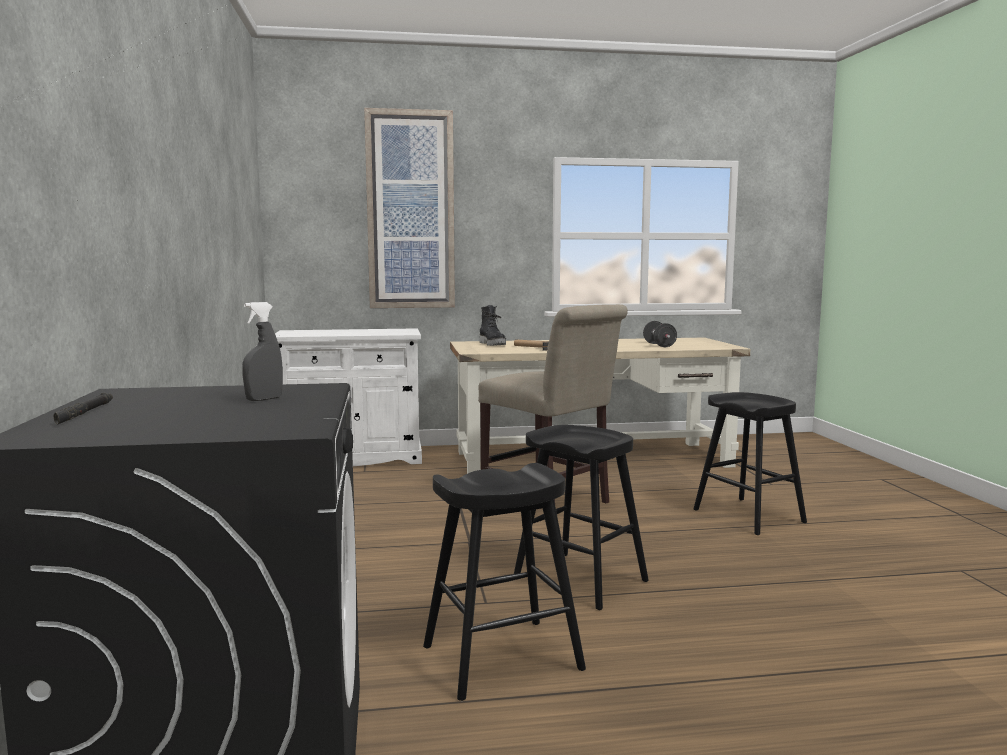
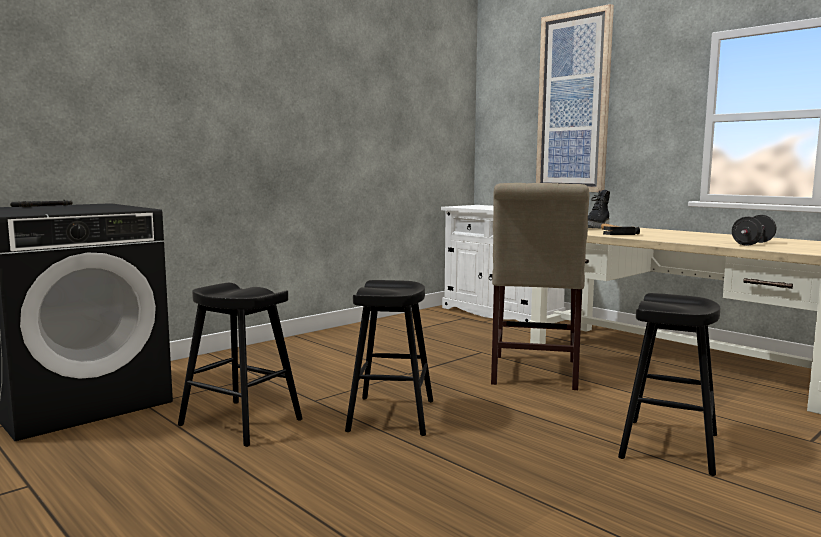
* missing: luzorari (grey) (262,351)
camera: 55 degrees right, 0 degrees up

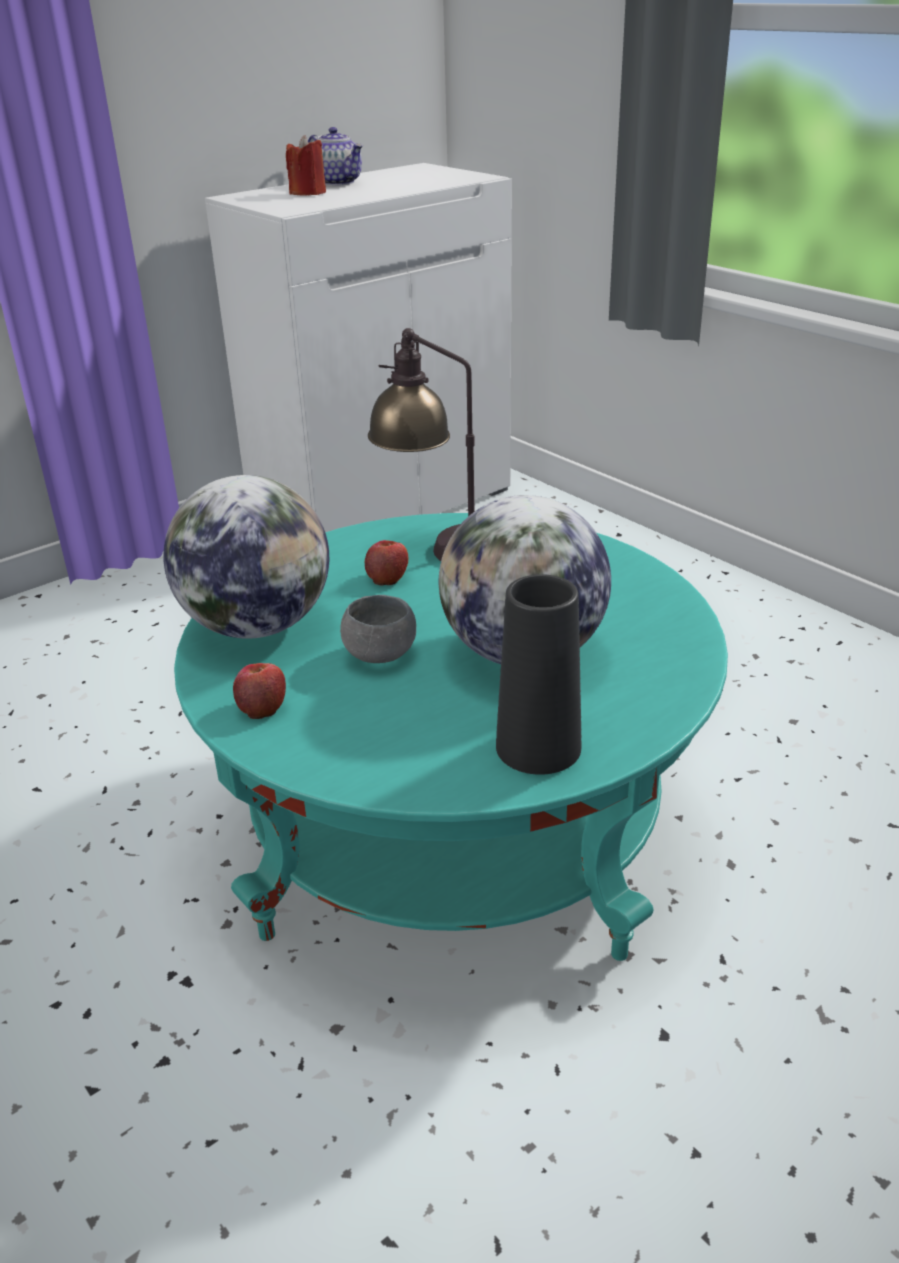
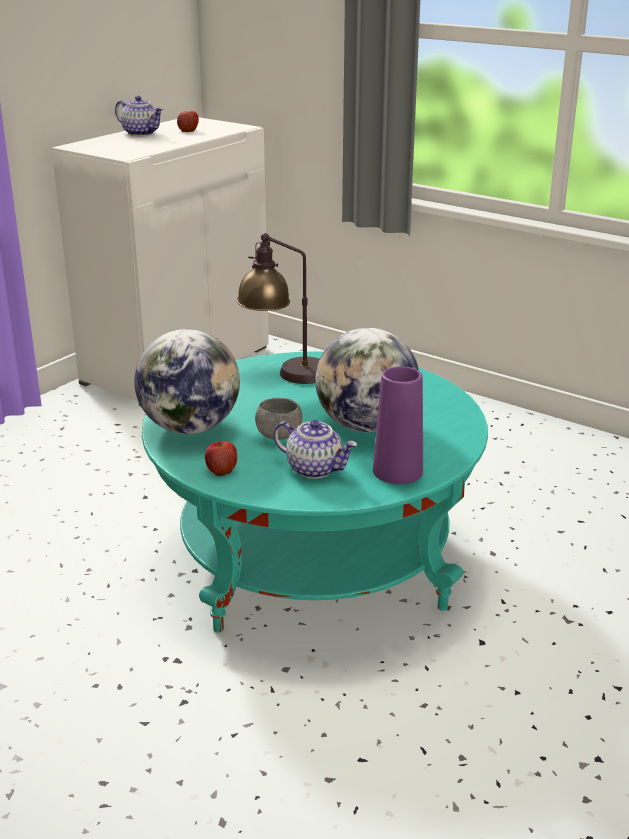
* missing: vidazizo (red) (306,165)
* relocated: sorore (386,563) to (188,121)
* colour: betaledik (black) (539,674) to betaledik (purple) (398,425)
* appeared: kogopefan (315,449)
camera: 15 degrees left, 5 degrees down

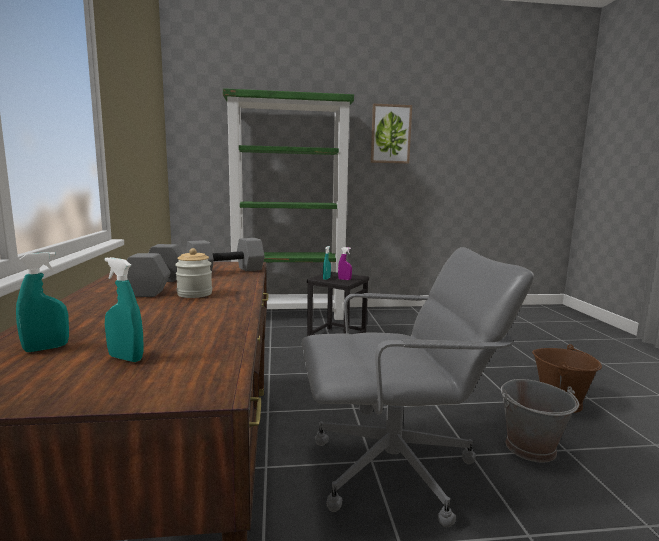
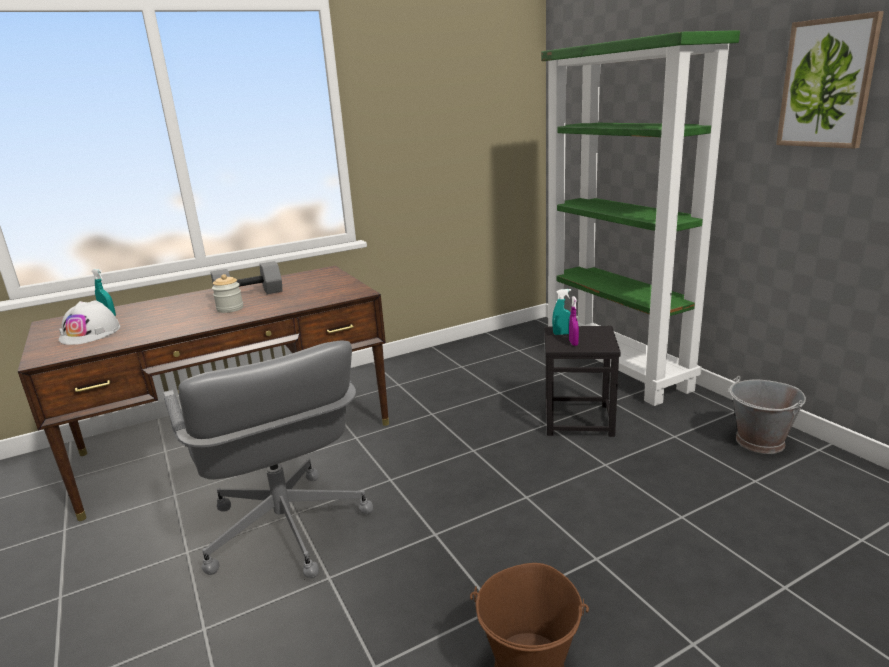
* exchanged: luzorari (turquoise) (124,309) to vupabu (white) (89,322)
* missing: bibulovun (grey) (225,256)
* relocated: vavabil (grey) (540,421) to (767,415)
camera: 70 degrees right, 10 degrees up

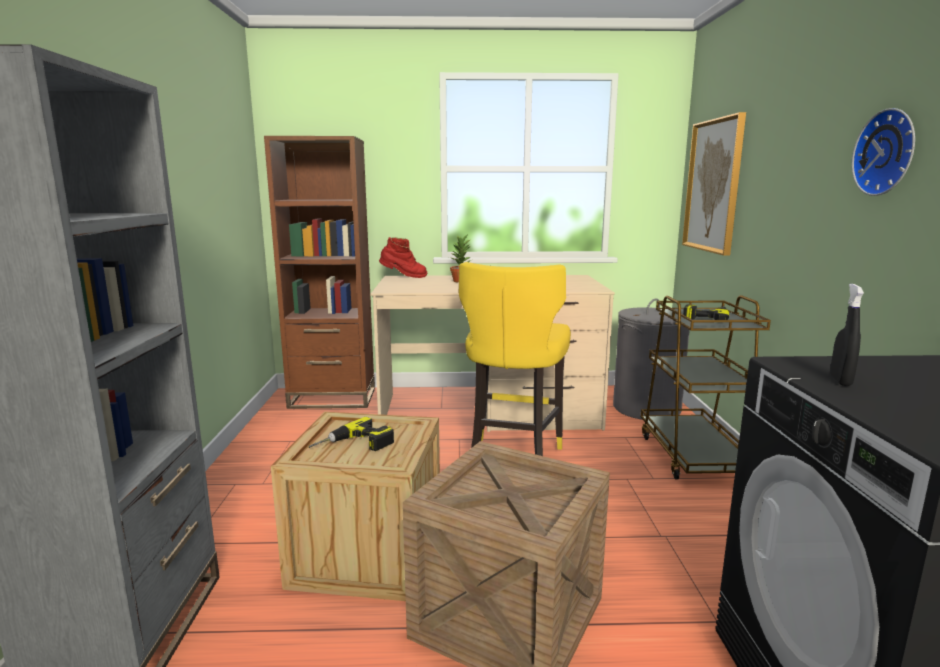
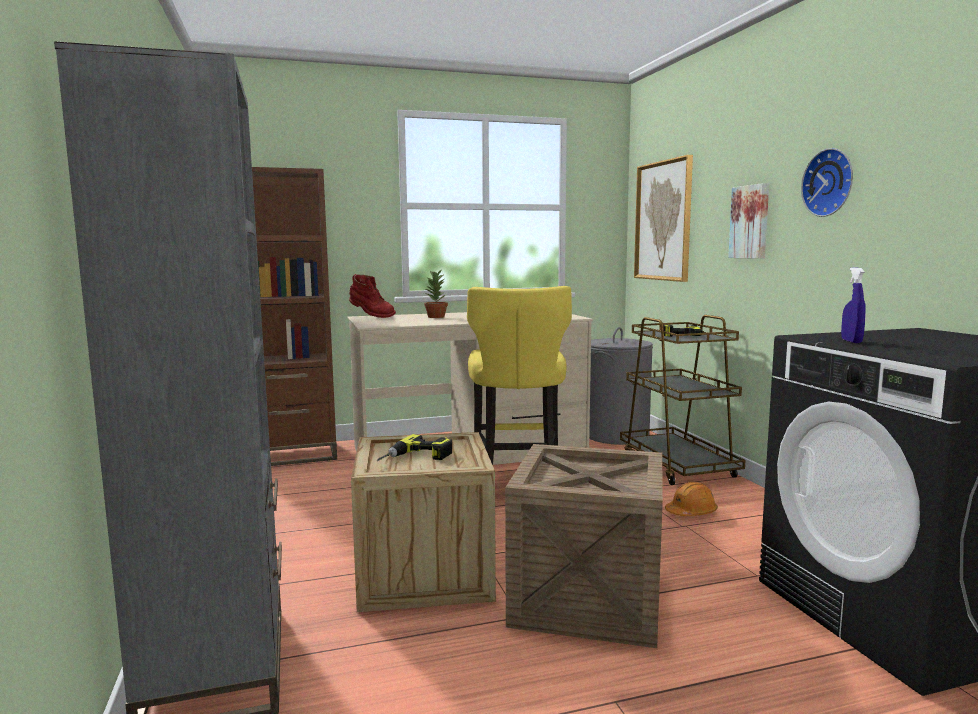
* spun: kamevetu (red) (403,257) = (372,296) 45 degrees clockwise
* colour: luzorari (black) (847,335) to luzorari (blue) (853,305)
* appeared: vupabu (orange) (691,499)
* appeared: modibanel (748,221)
camera: 15 degrees left, 5 degrees down

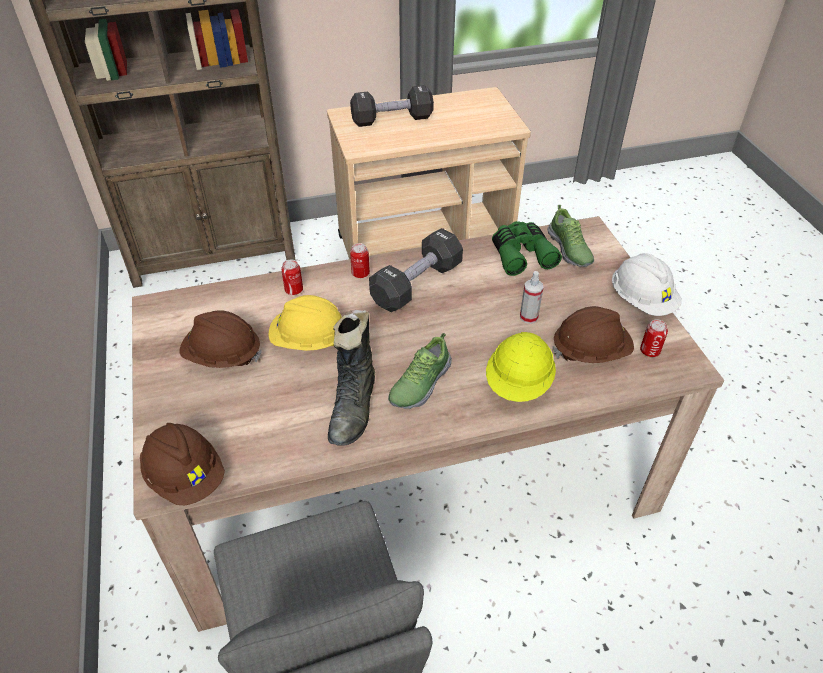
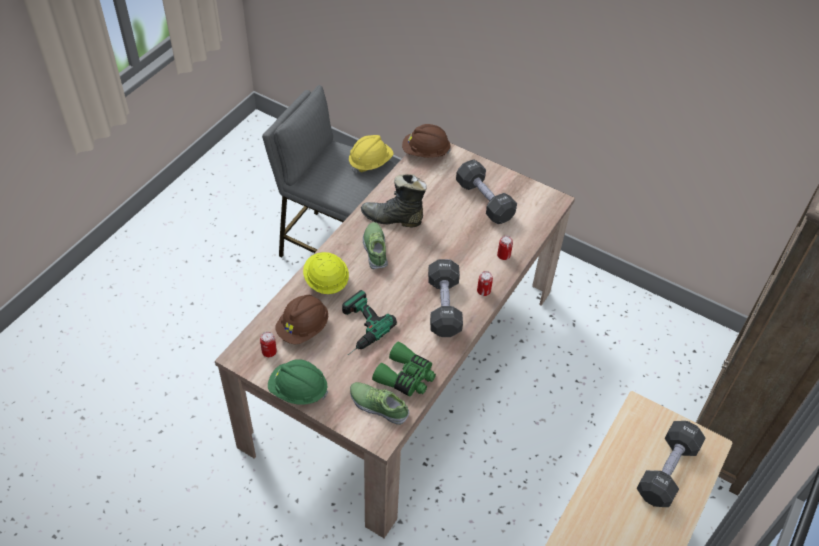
* exchanged: vupabu (brown) (220,339) to bibulovun (black) (486,191)
* relocated: vupabu (yellow) (305,323) to (371,154)
* spun: kamevetu (black) (351,377) = (394,201) 45 degrees counterclockwise
* exchanged: luzorari (532,297) to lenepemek (369,322)
* colour: vupabu (white) (647,284) to vupabu (green) (298,382)
camera: 135 degrees right, 5 degrees up

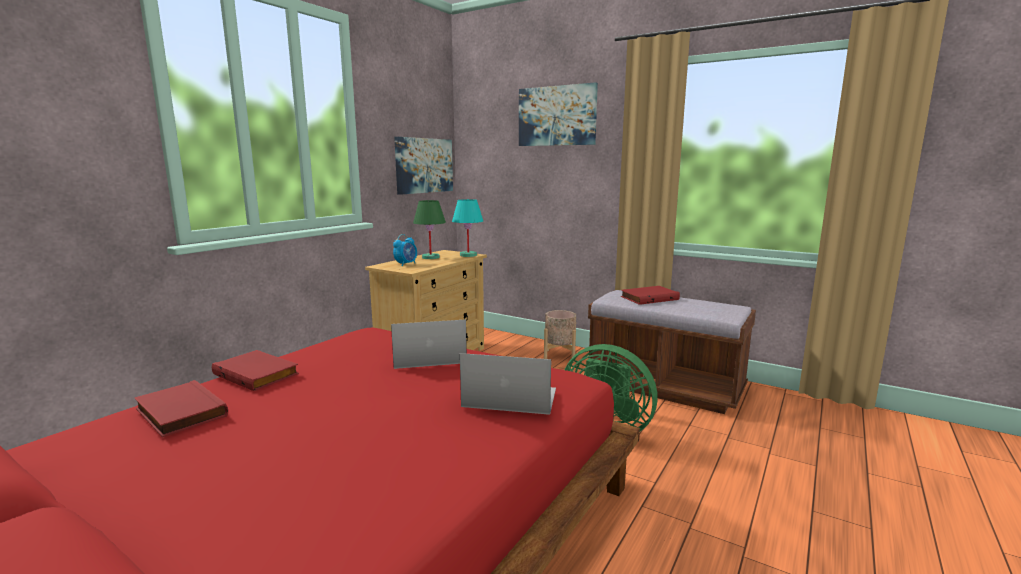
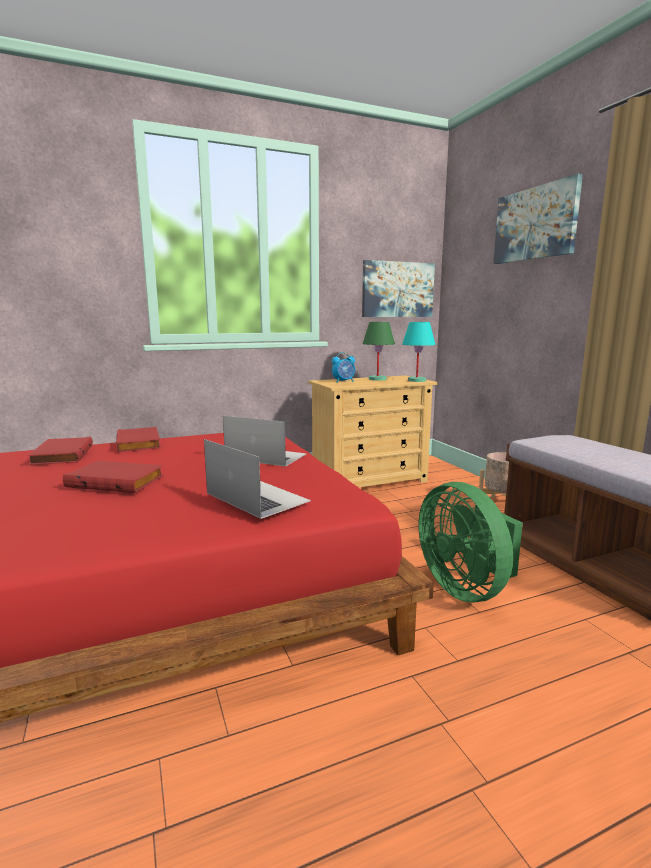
* relocated: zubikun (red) (650,295) to (113,476)
camera: 35 degrees right, 0 degrees up

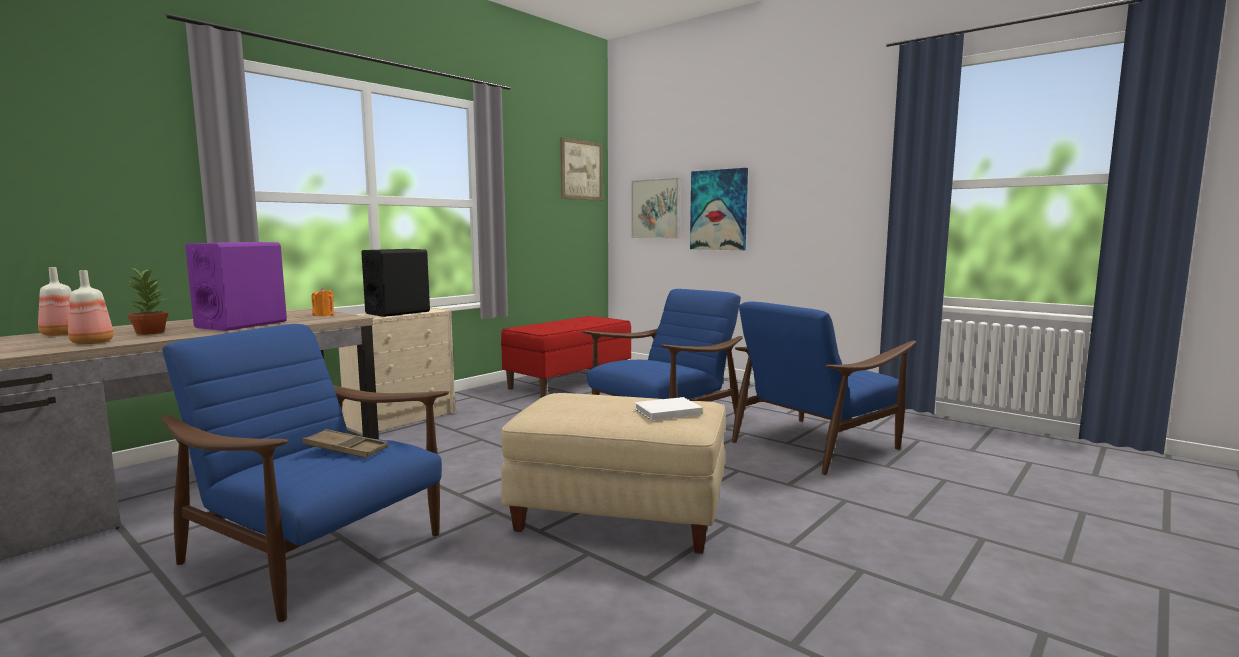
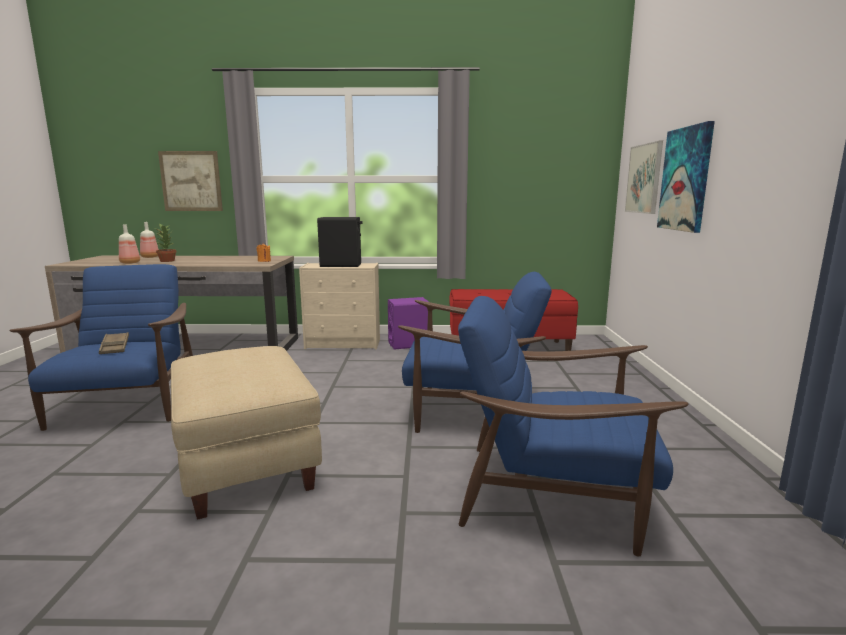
* relocated: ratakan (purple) (236,286) to (408,323)
* relocated: modibanel (581,169) to (190,181)
* missing: zubikun (white) (669,409)
camera: 50 degrees right, 5 degrees up

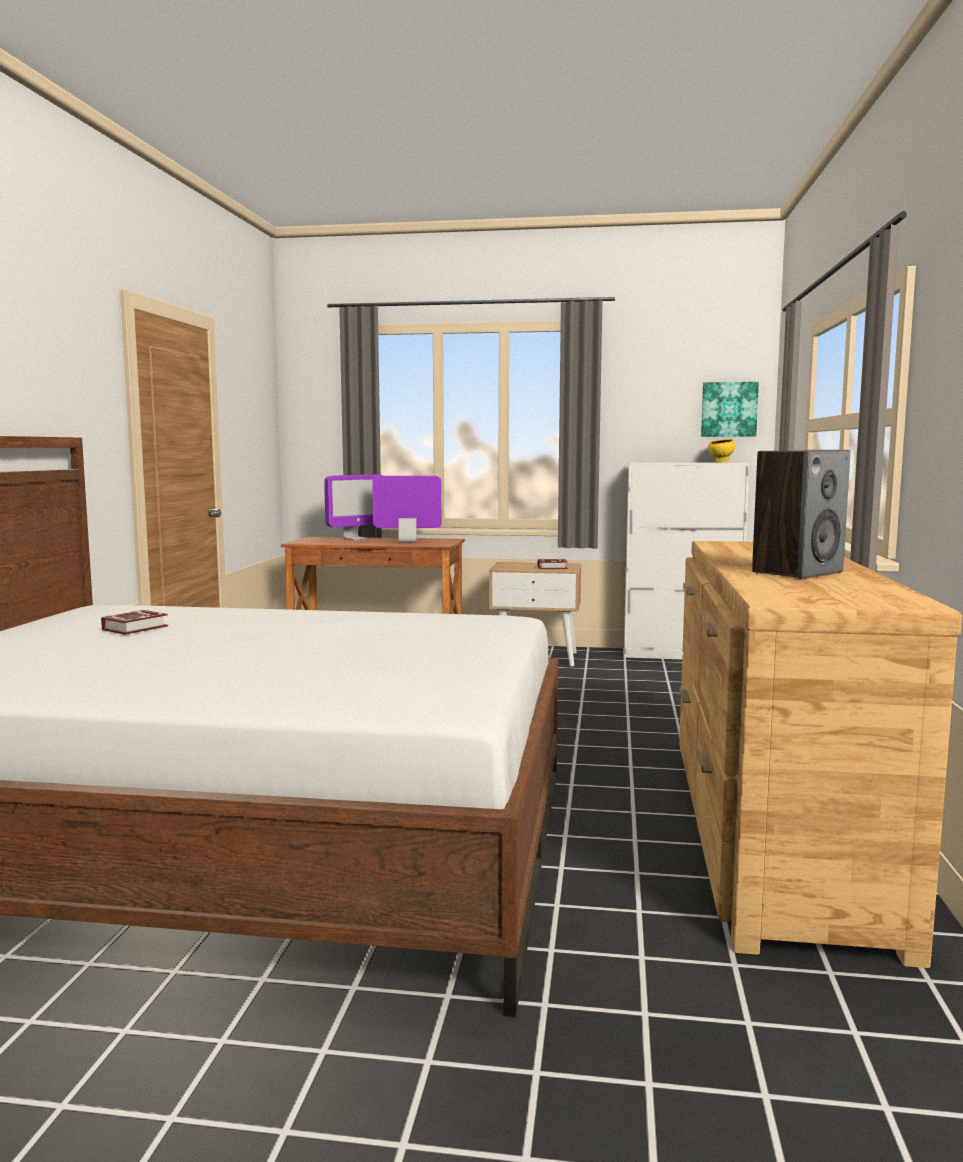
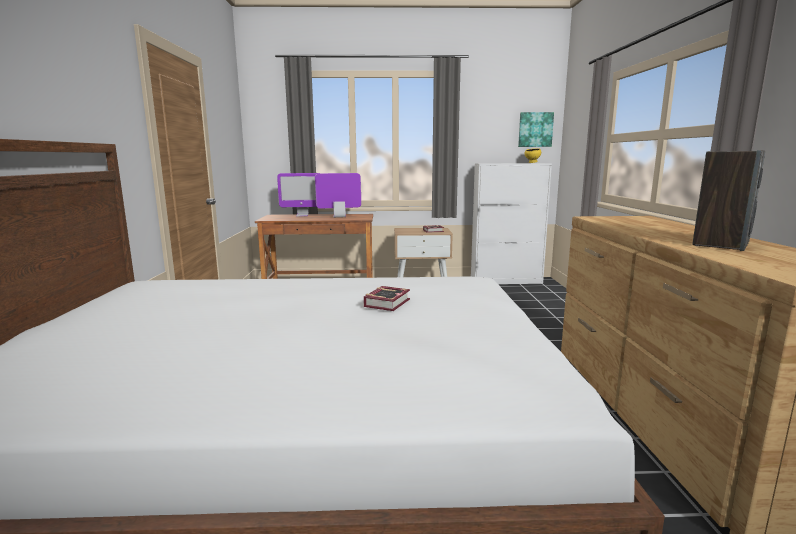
* relocated: zubikun (134,622) to (387,298)
* spun: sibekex (353,507) = (298,195) 45 degrees clockwise
camera: 10 degrees left, 5 degrees up

